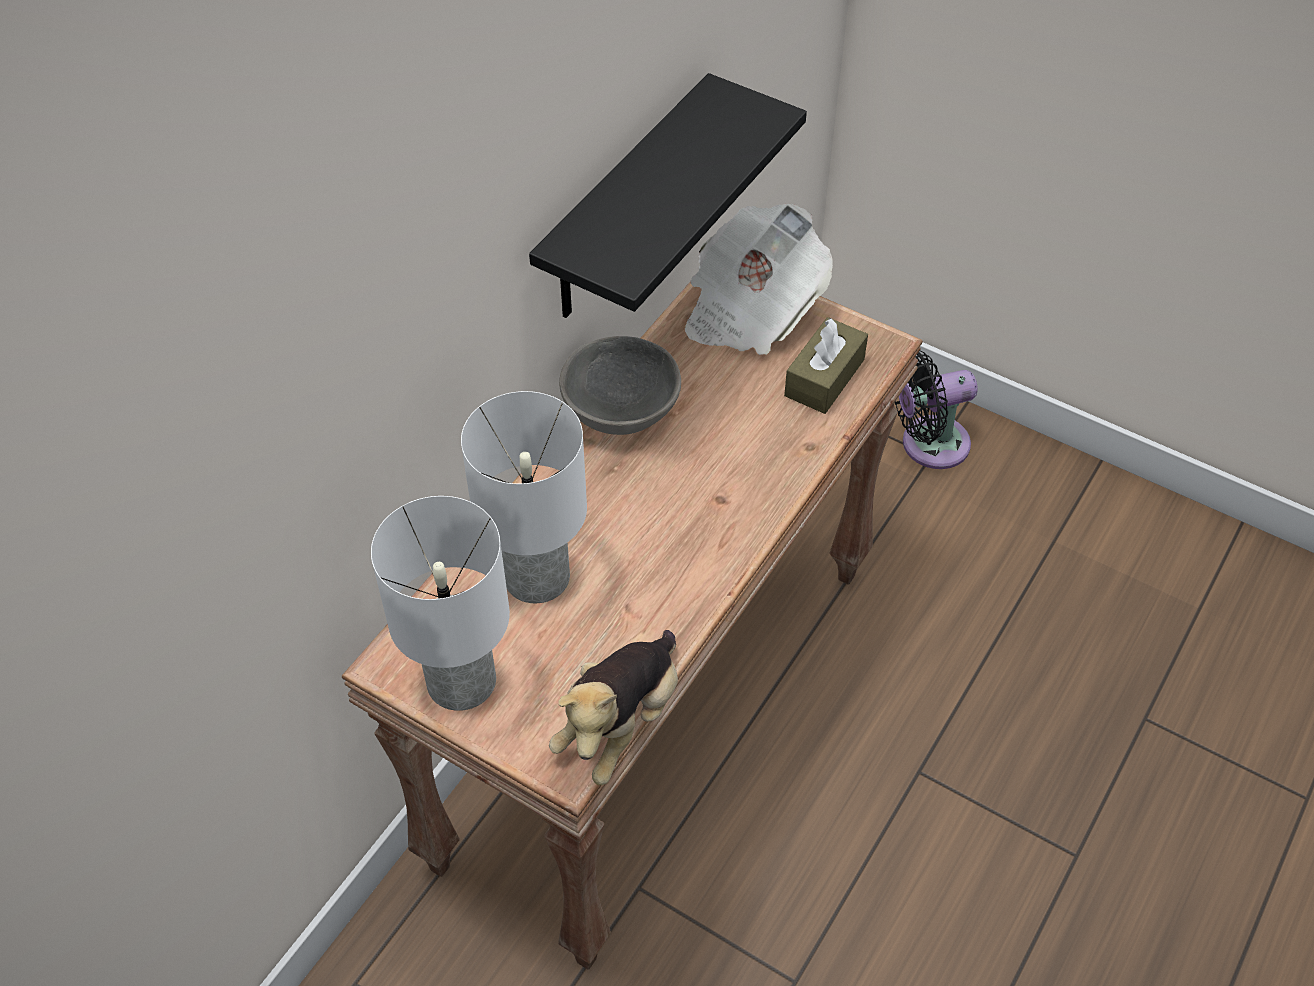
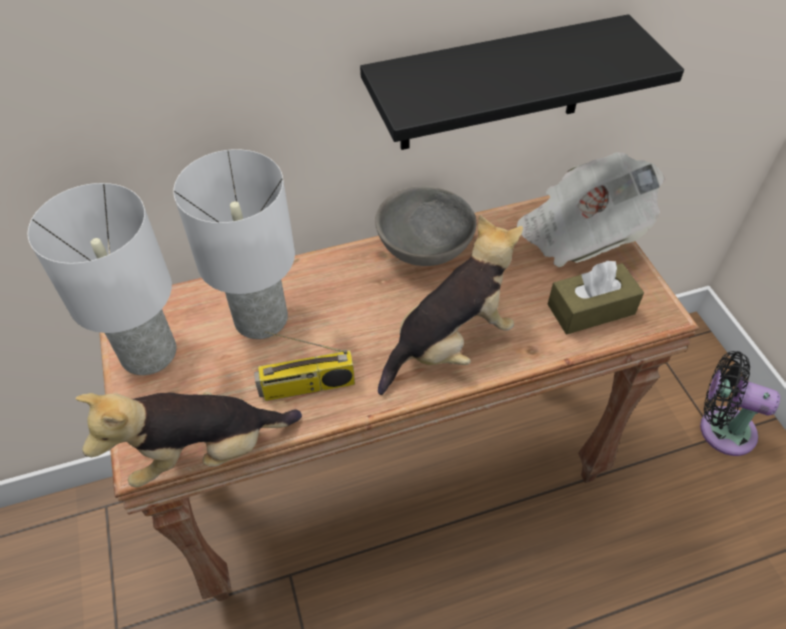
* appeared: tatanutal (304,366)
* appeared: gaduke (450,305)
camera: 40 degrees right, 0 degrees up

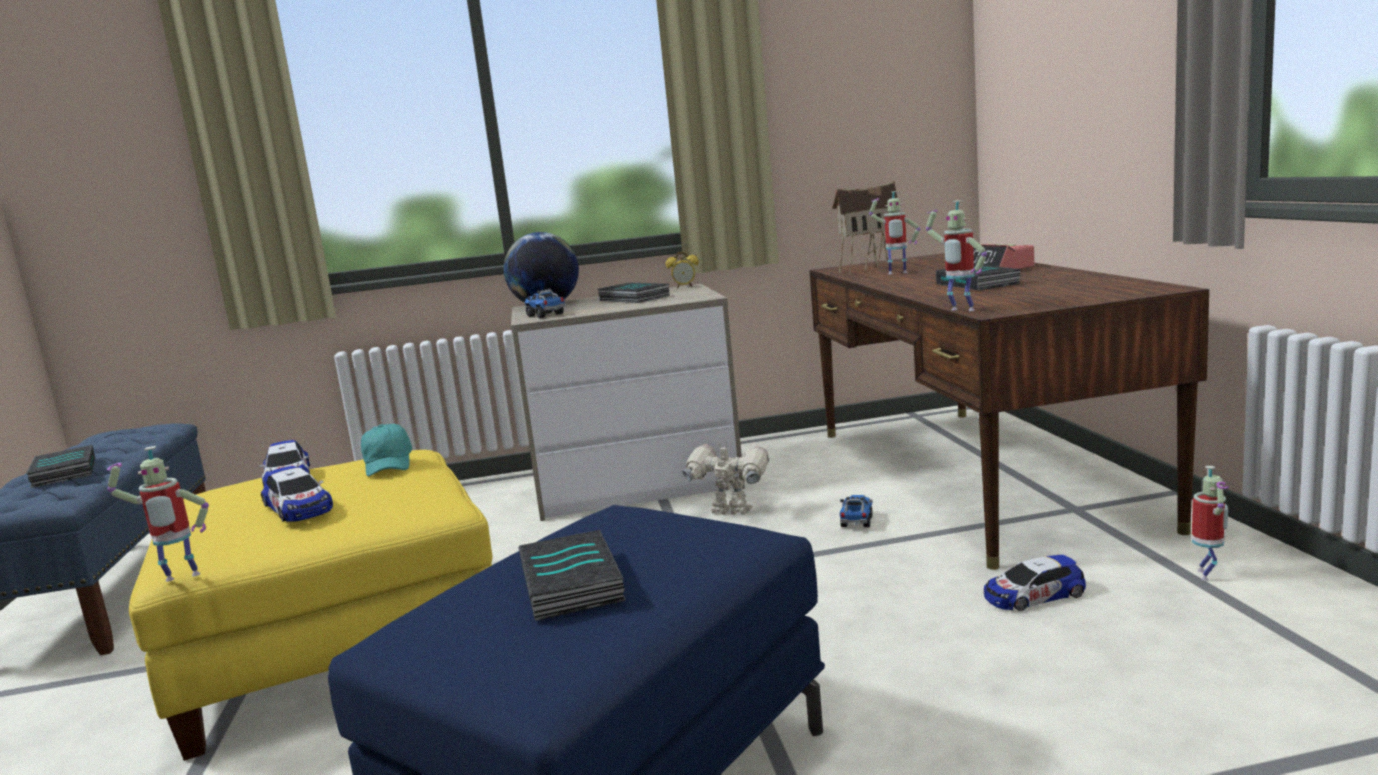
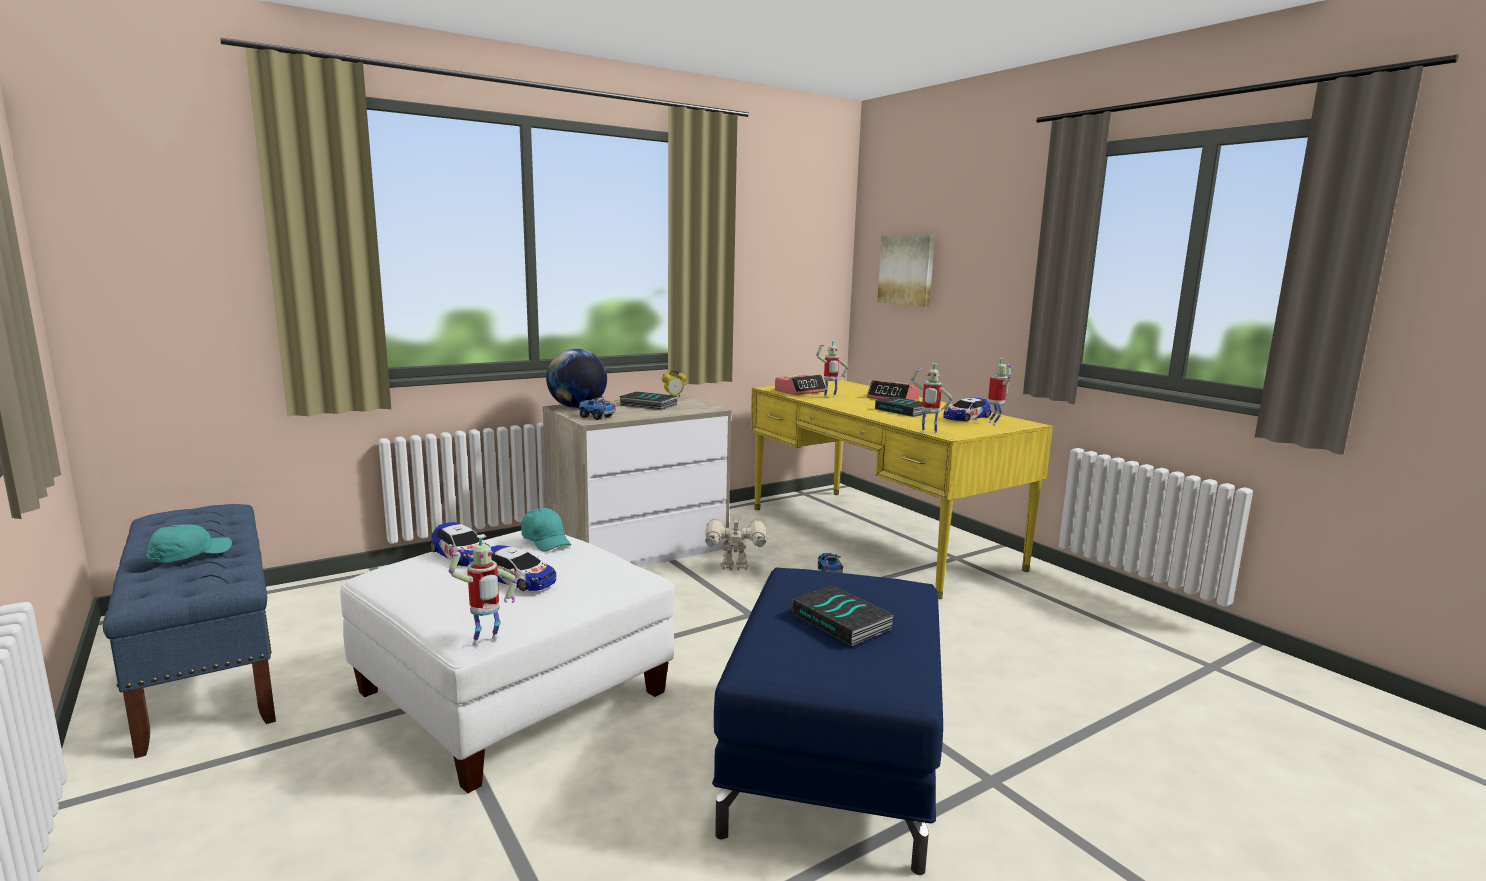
* exchanged: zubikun (60,466) to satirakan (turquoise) (189,543)
* colour: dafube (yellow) (310,605) to dafube (white) (507,661)
* colour: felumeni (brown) (1009,411) to felumeni (yellow) (902,489)
* exchanged: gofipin (864,228) to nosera (800,385)
* relocated: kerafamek (1035,583) to (967,409)
* relocated: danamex (1210,523) to (1000,391)
* appeared: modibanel (906,271)
camera: 25 degrees left, 0 degrees up

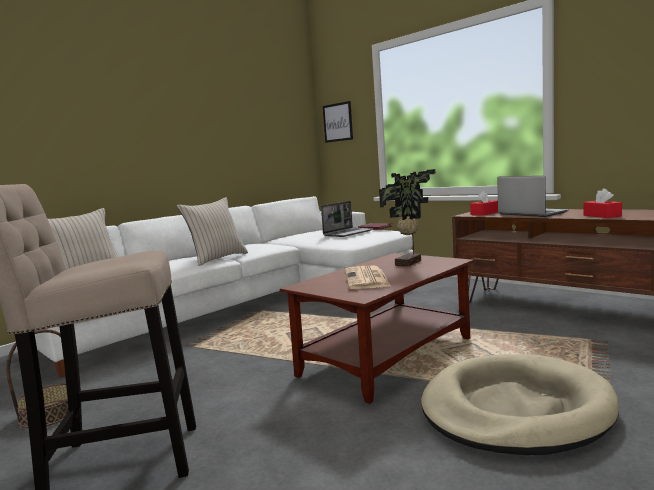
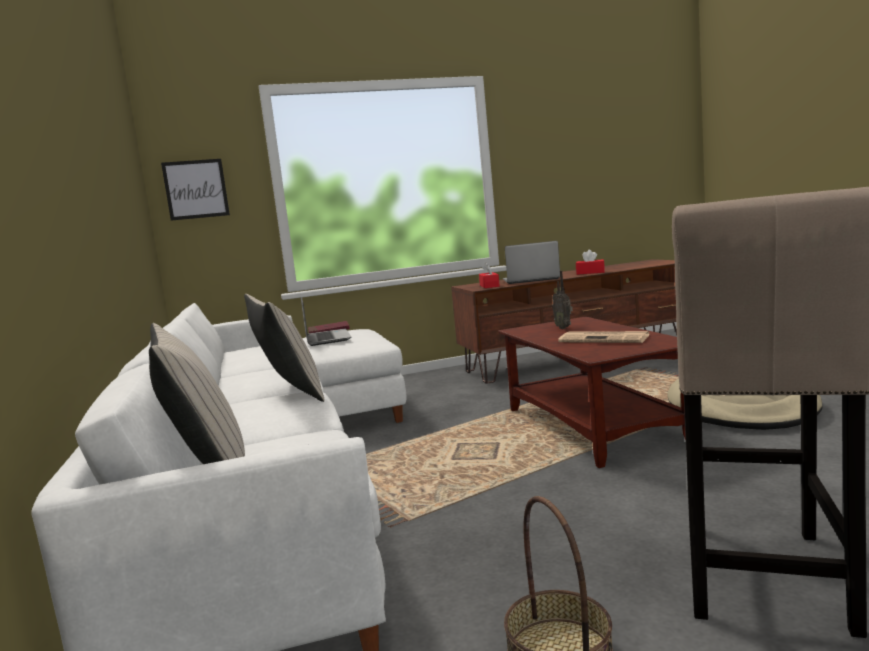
* exchanged: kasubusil (407,218) to tatanutal (562,299)
camera: 60 degrees left, 0 degrees up

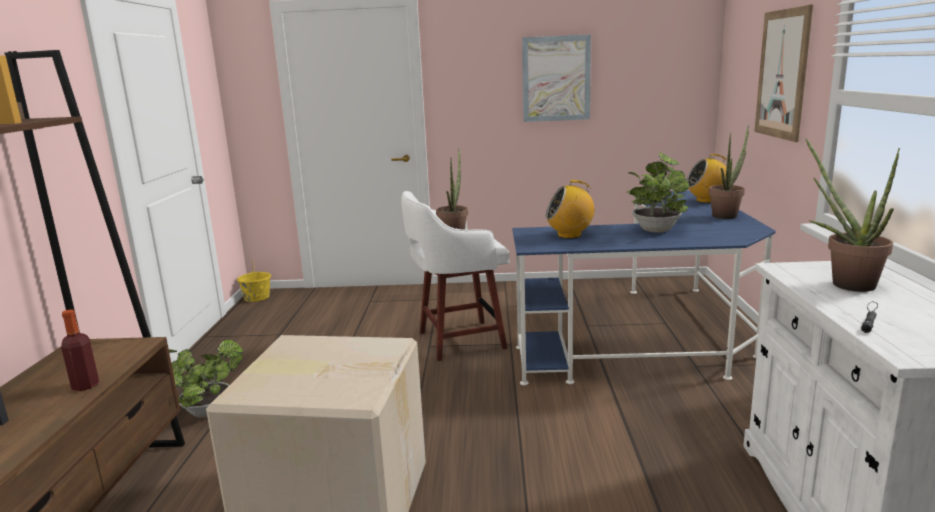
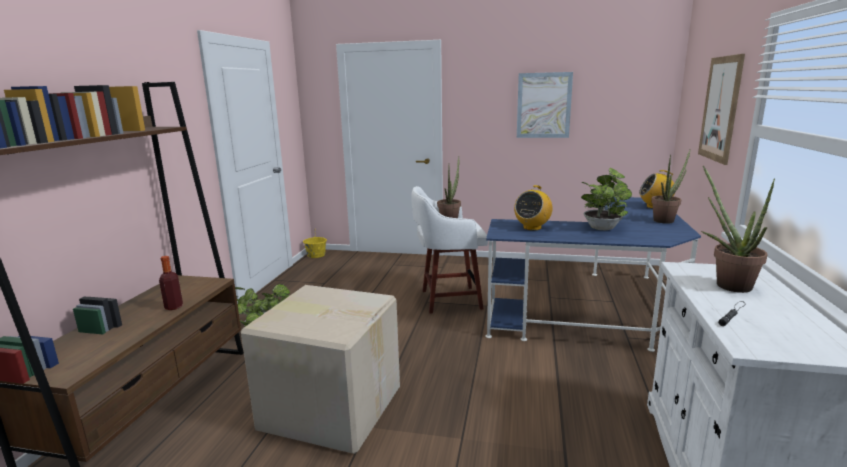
* spun: tatanutal (570,209) = (533,207) 60 degrees counterclockwise
camera: 10 degrees right, 0 degrees up

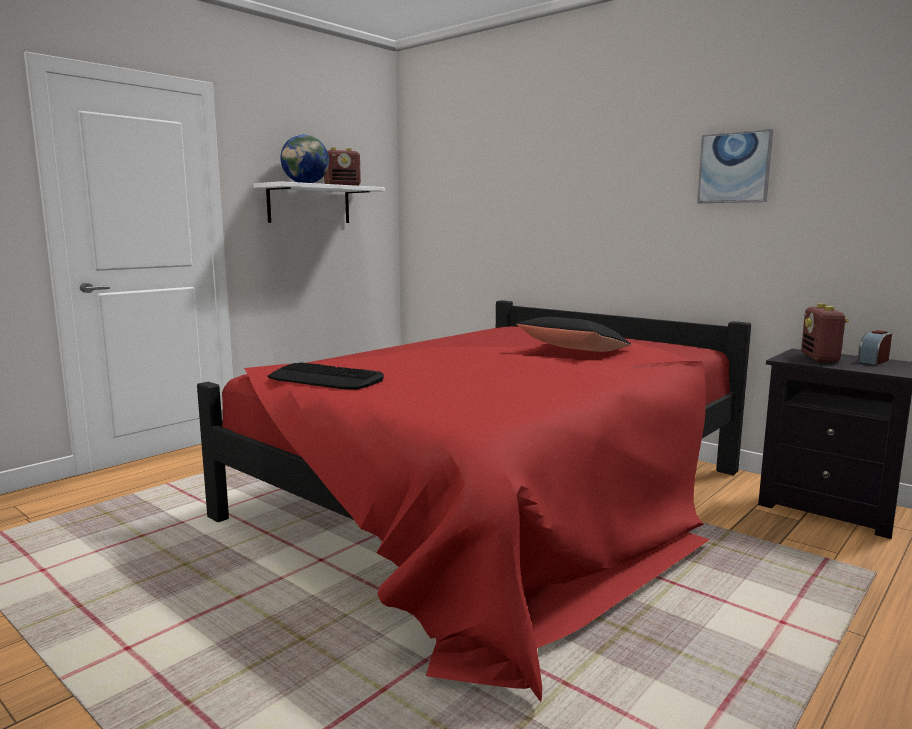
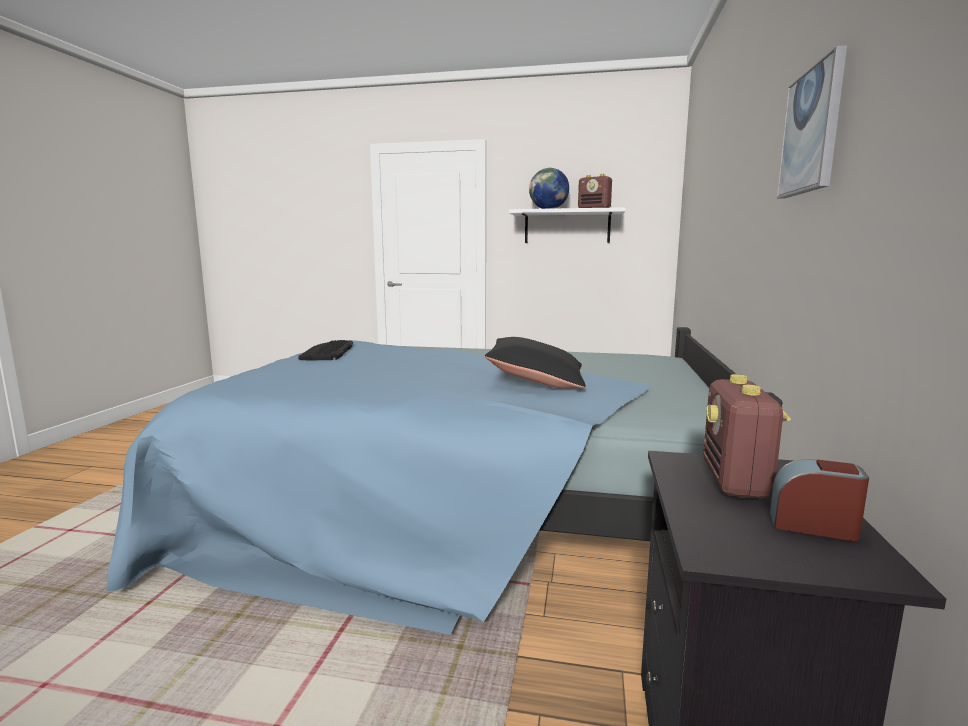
* colour: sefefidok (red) (474,501) to sefefidok (blue) (444,481)
* spun: tatanutal (825,333) = (747,436) 60 degrees counterclockwise
camera: 60 degrees right, 0 degrees up

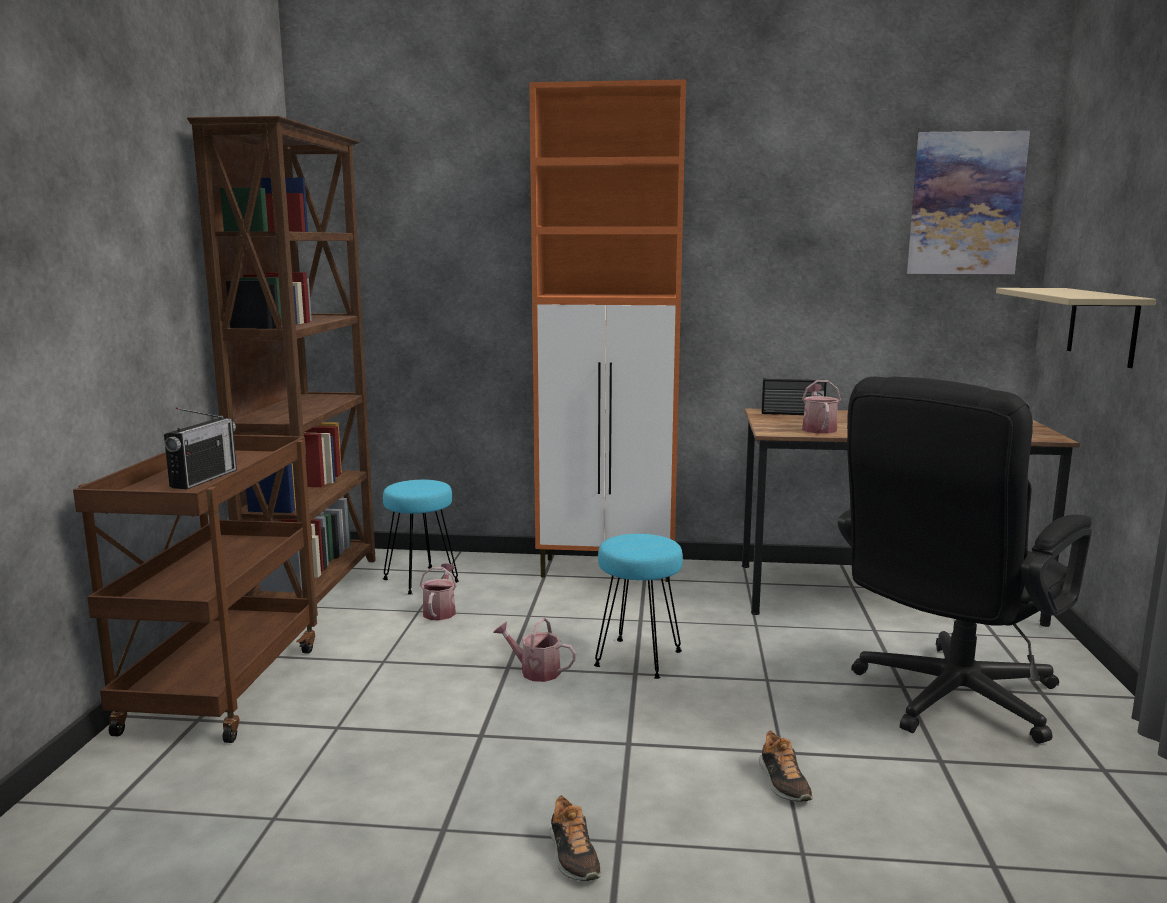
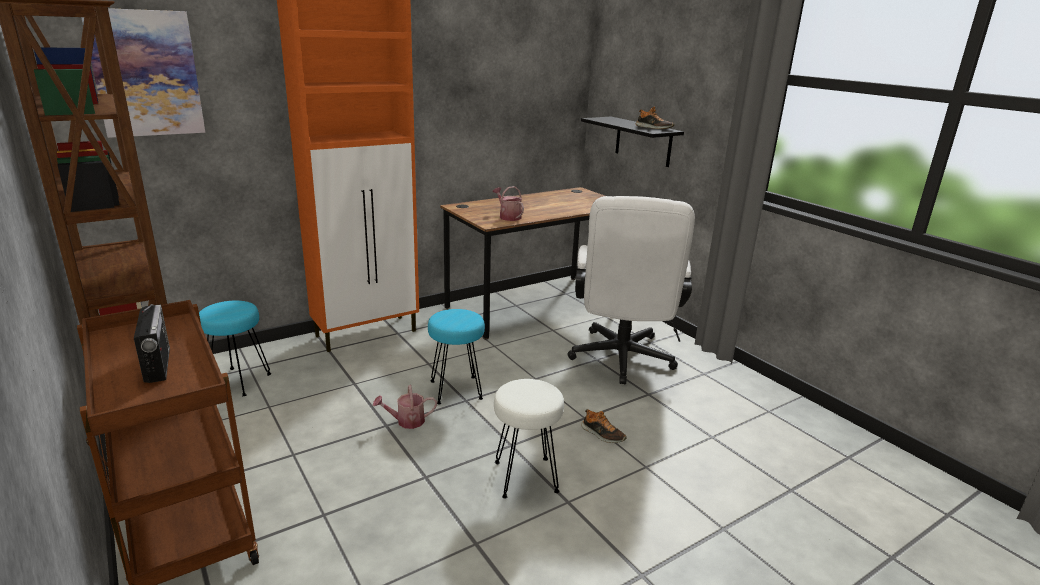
* missing: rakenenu (438,591)
* relocated: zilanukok (576,838) to (655,118)
* missing: tatanutal (794,396)
* colour: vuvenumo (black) (965,560) to vuvenumo (white) (631,290)
* relocated: modibanel (968,202) to (143,73)
* colour: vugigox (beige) (1076,328) to vugigox (black) (632,142)
* appeared: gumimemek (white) (529,439)
camera: 40 degrees left, 10 degrees up

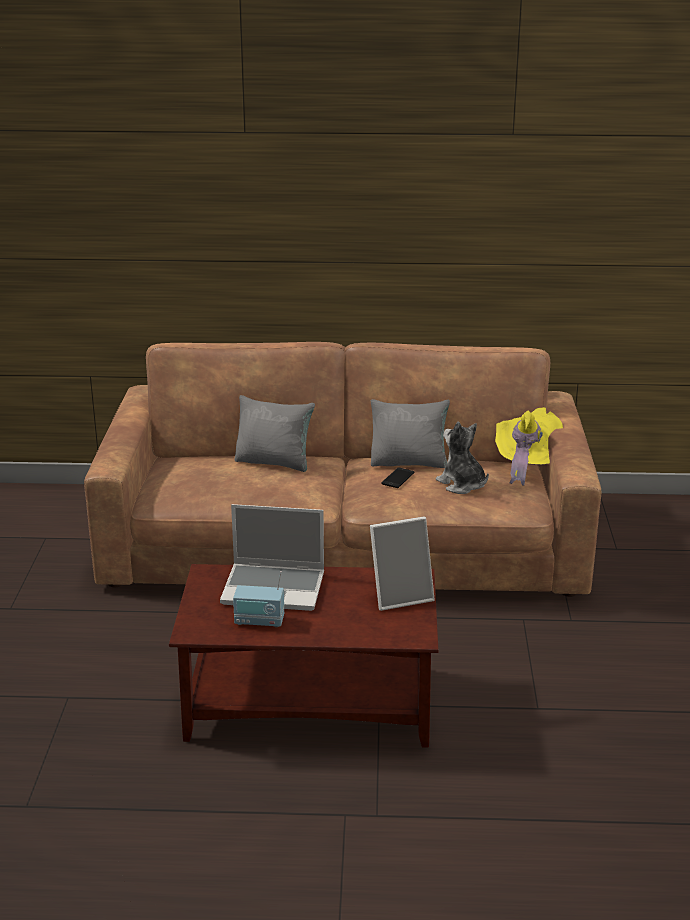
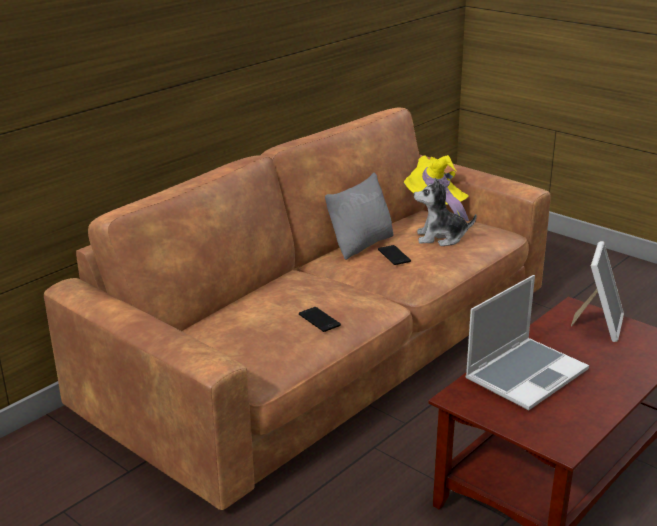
* missing: tatanutal (258,599)
* missing: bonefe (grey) (275,433)
* appeared: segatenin (320,319)
camera: 50 degrees left, 0 degrees up

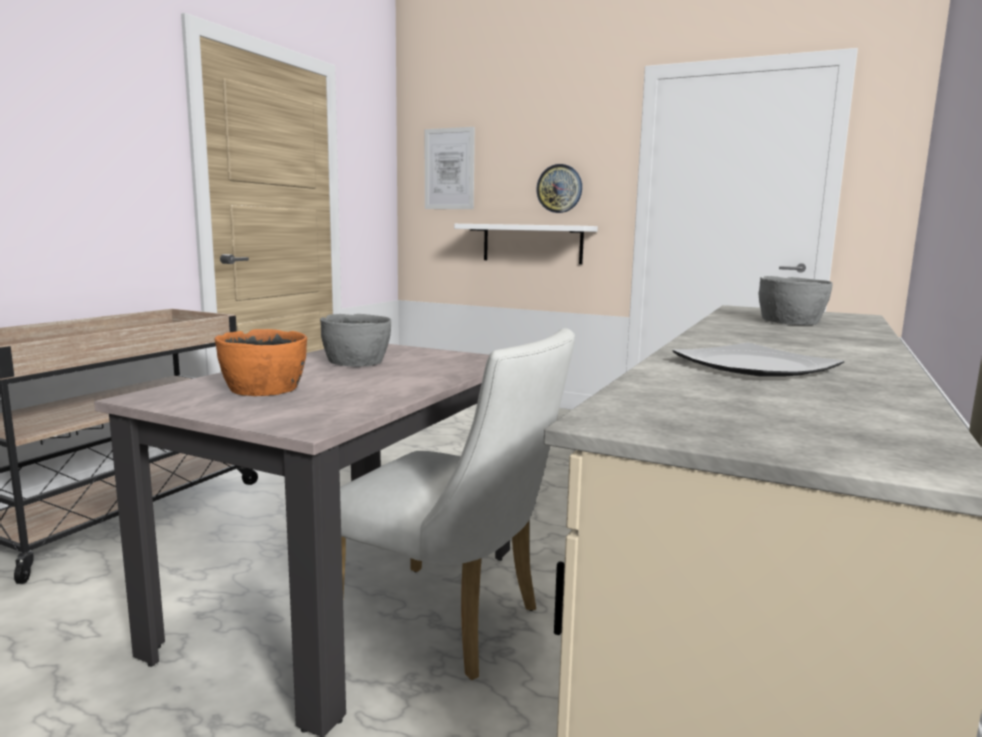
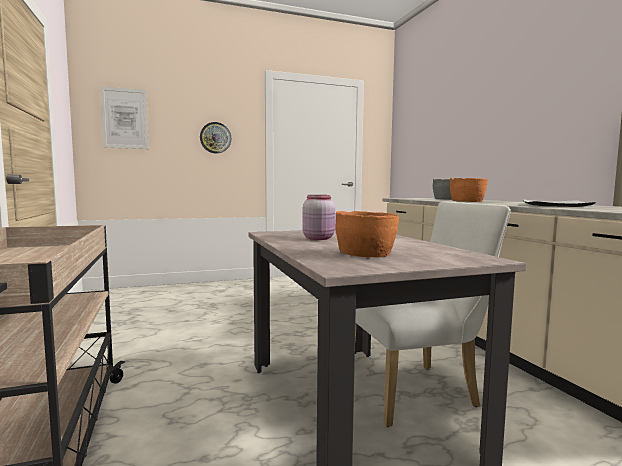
* exchanged: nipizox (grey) (355,340) to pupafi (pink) (318,217)
* missing: vugigox (white) (526,244)
* appeared: nipizox (orange) (469,190)
camera: 45 degrees left, 5 degrees down

